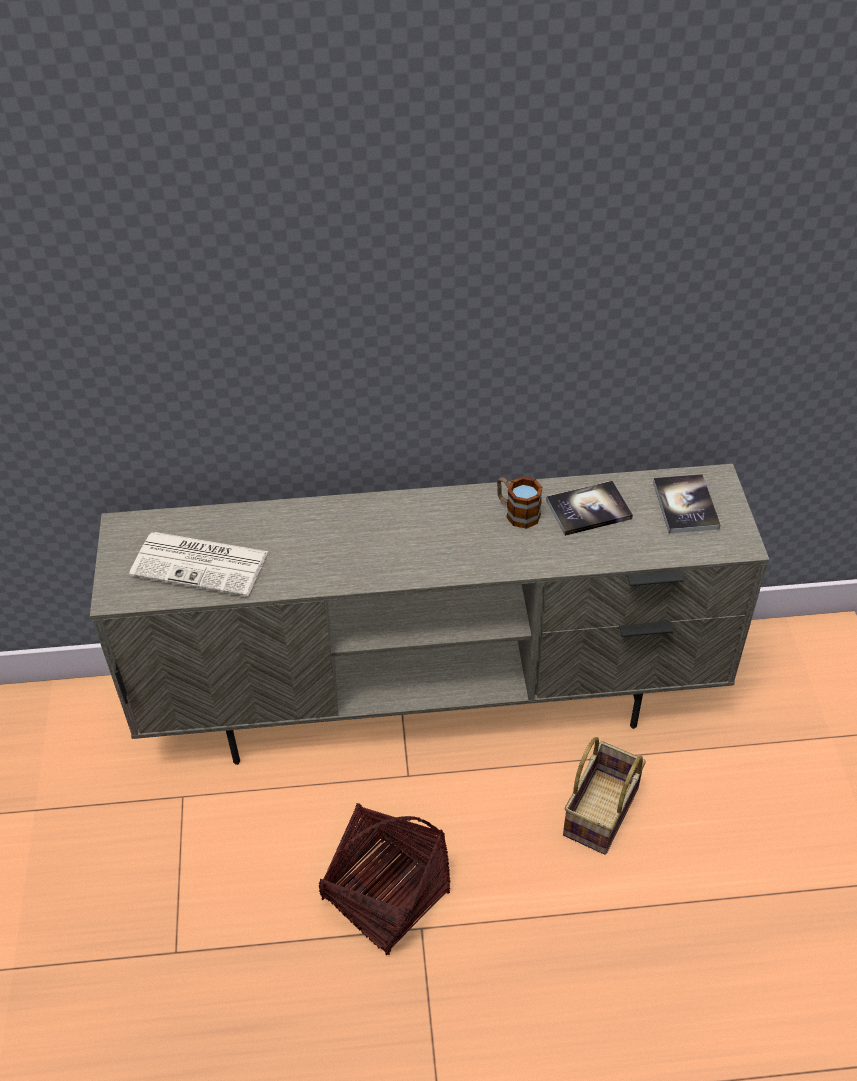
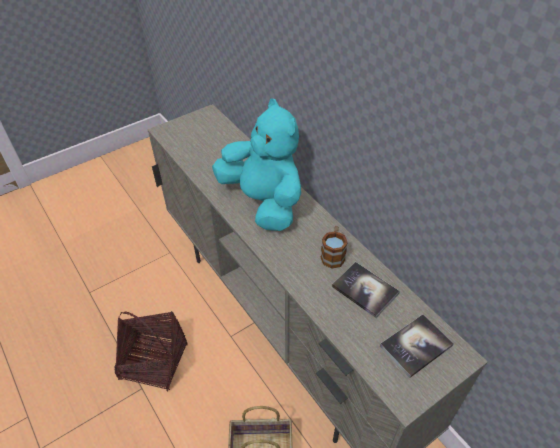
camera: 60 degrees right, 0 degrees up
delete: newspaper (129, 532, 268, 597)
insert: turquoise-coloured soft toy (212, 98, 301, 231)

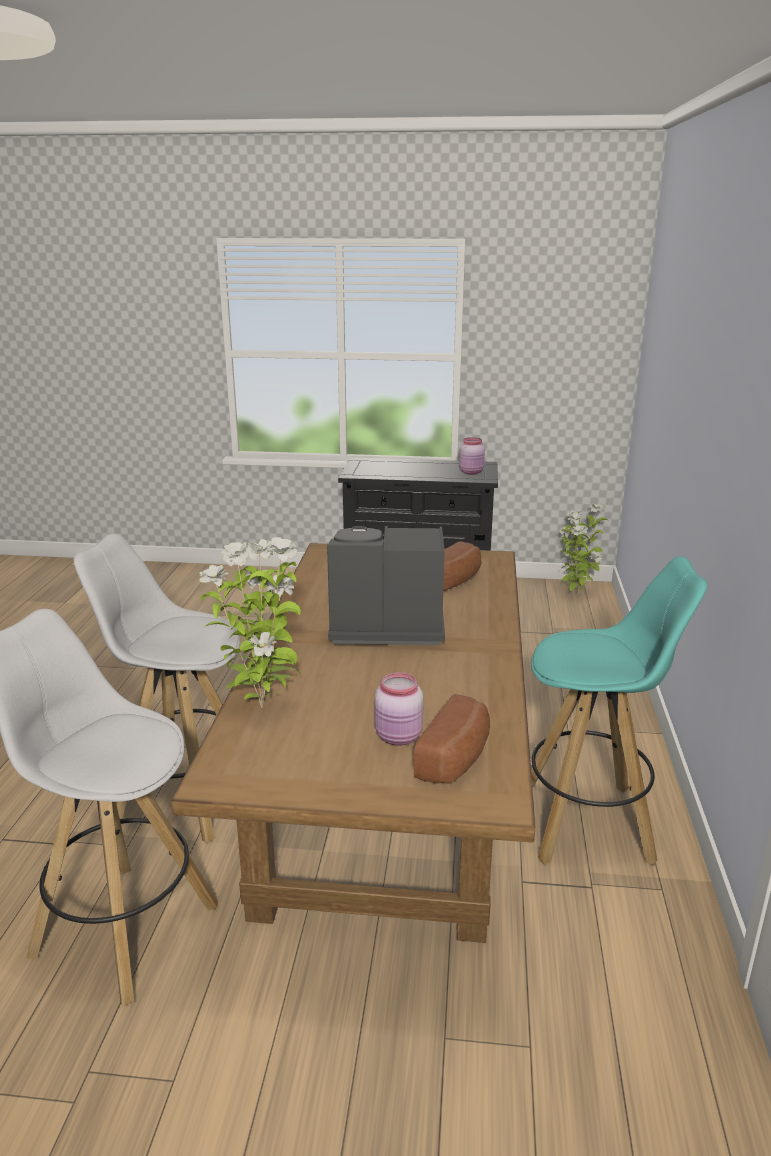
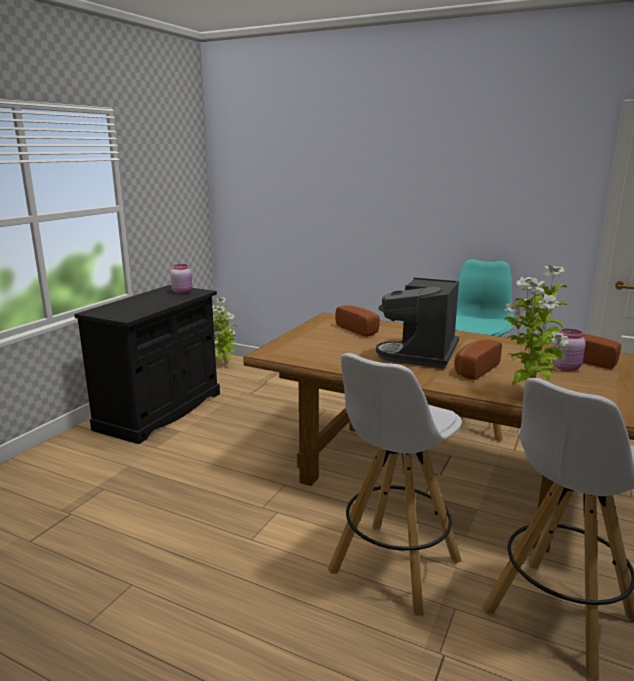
camera: 70 degrees left, 5 degrees down
insert: baked bread (454, 339, 502, 380)

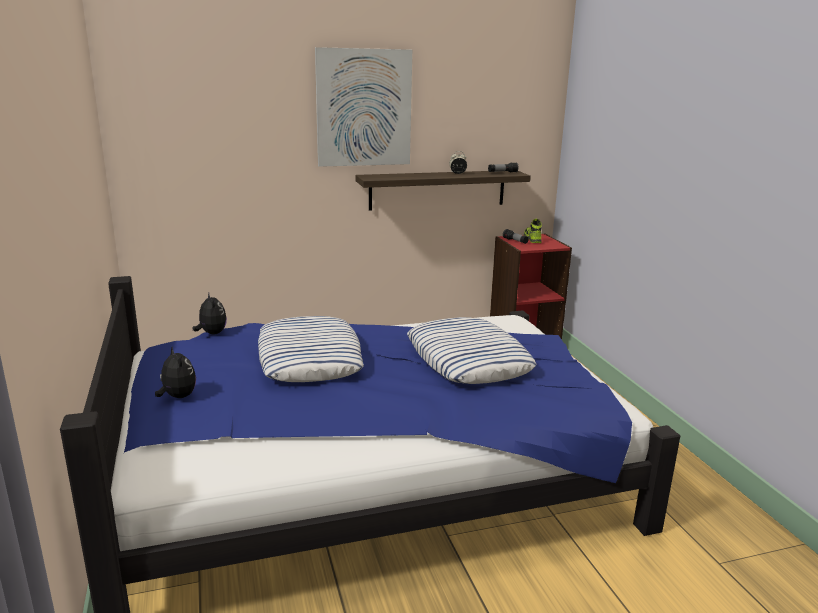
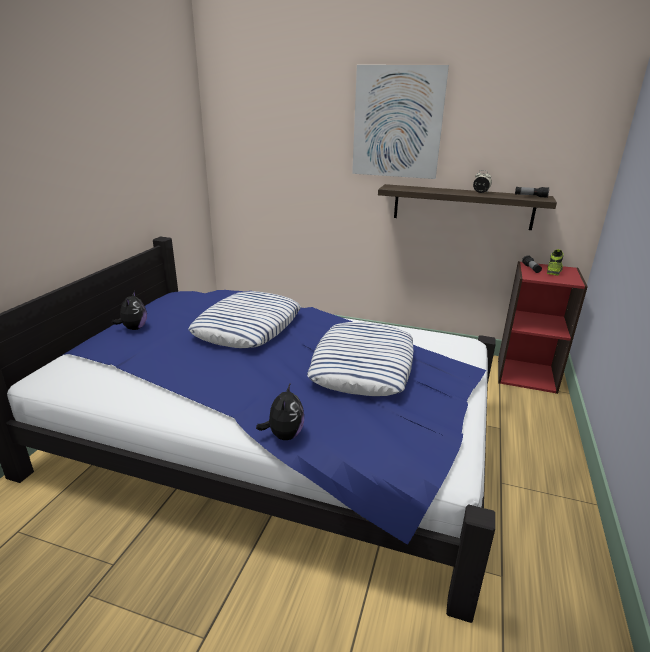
camera: 35 degrees right, 5 degrees up
move: soft toy (193, 293, 227, 335) to (256, 382, 304, 440)

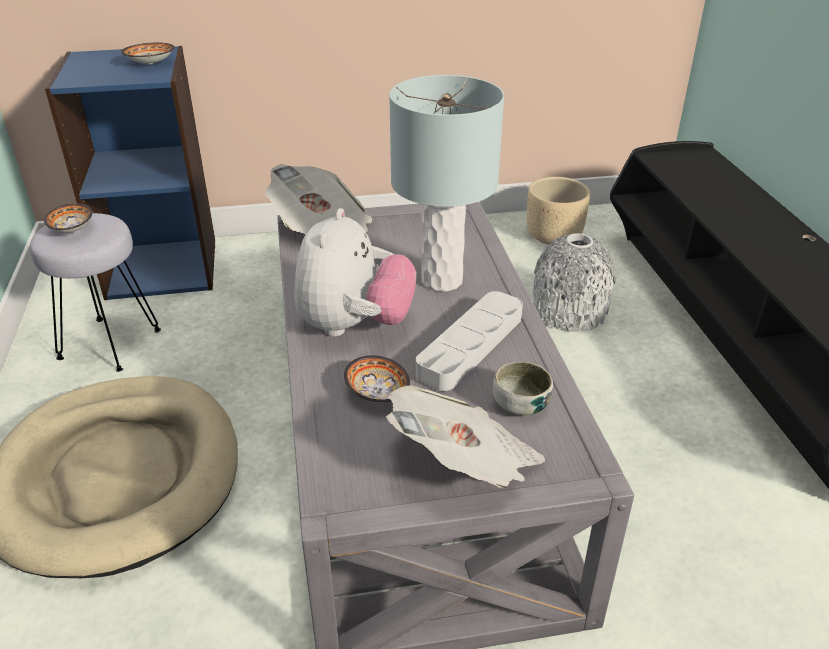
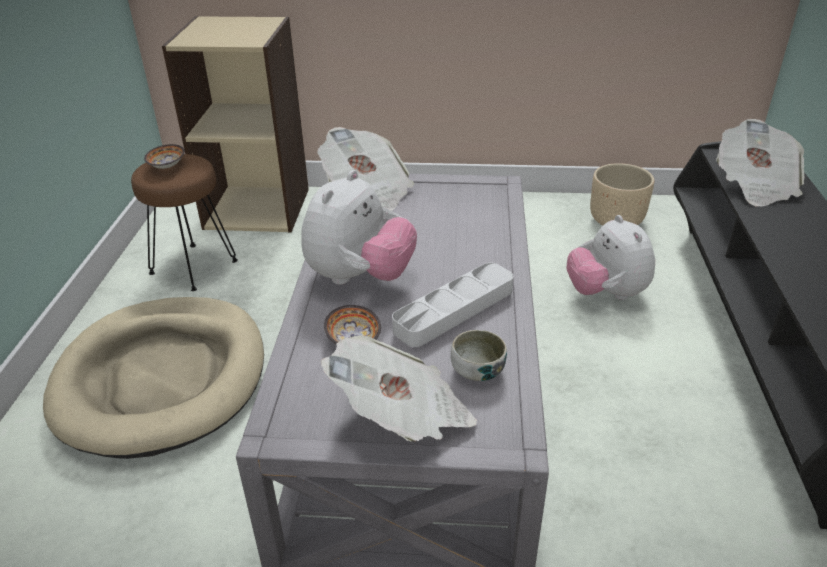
camera: 15 degrees right, 0 degrees up
delete: bowl (121, 43, 175, 65); grey table lamp (389, 75, 504, 292)
insert: newspaper (716, 119, 805, 207)
replace: grey flower vase (533, 233, 616, 332) to soft toy (567, 215, 655, 300)
recolor: grey stool seat (30, 213, 161, 372) to brown stool seat (131, 154, 238, 291); bluish bookcase (45, 46, 215, 300) to beige-coloured bookcase (162, 16, 309, 232)

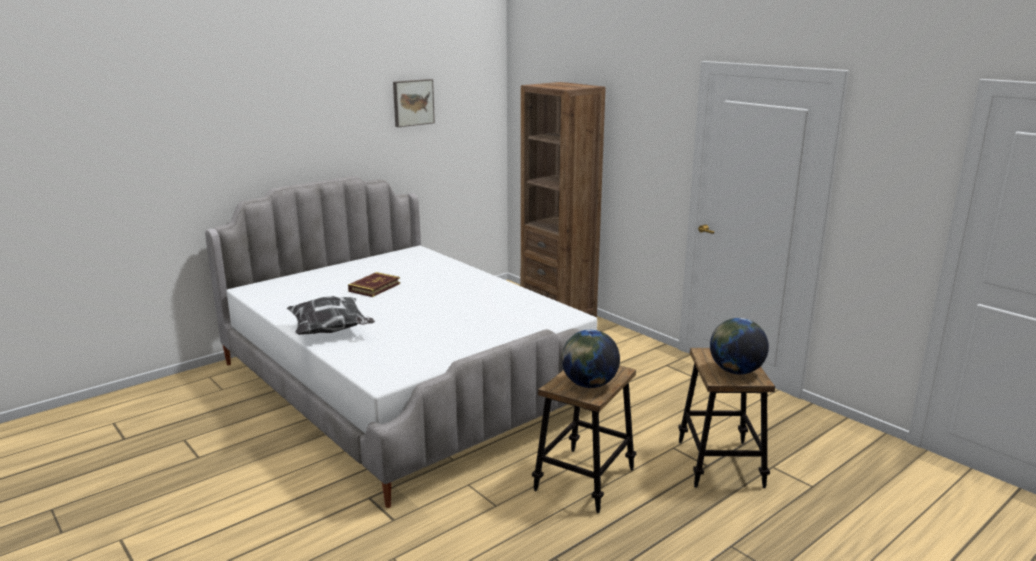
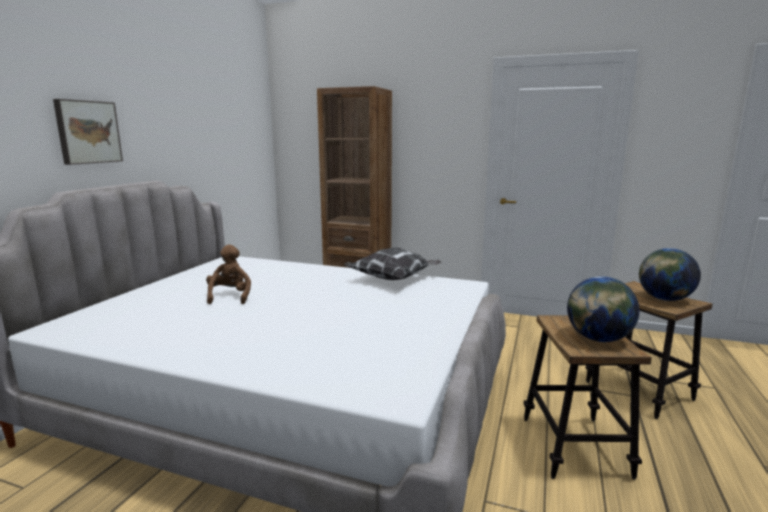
camera: 30 degrees left, 5 degrees down
move: wall art (393, 79, 435, 127) to (53, 99, 123, 165); throw pillow (287, 296, 375, 335) to (347, 248, 441, 280)
replace: bound book (348, 272, 400, 297) to brown soft toy (206, 245, 251, 304)

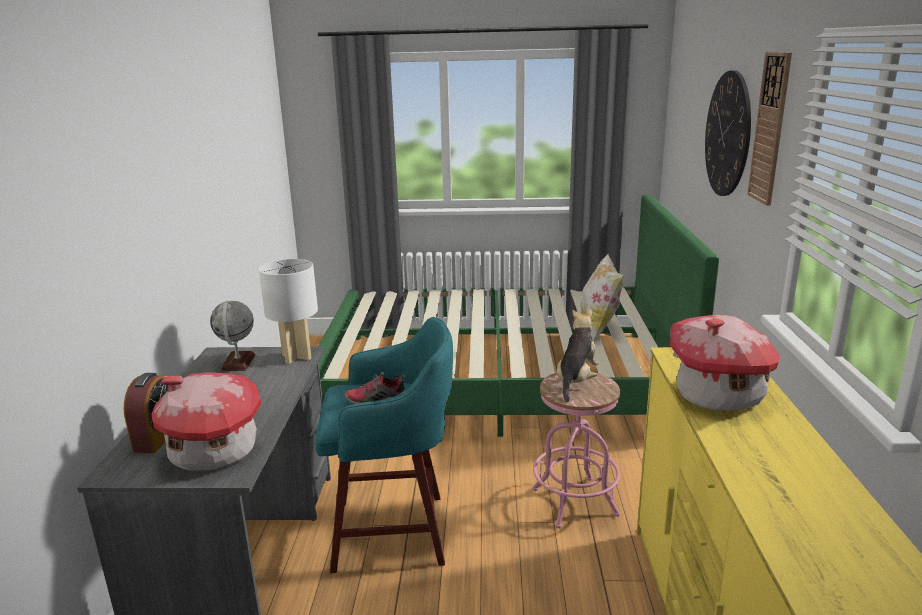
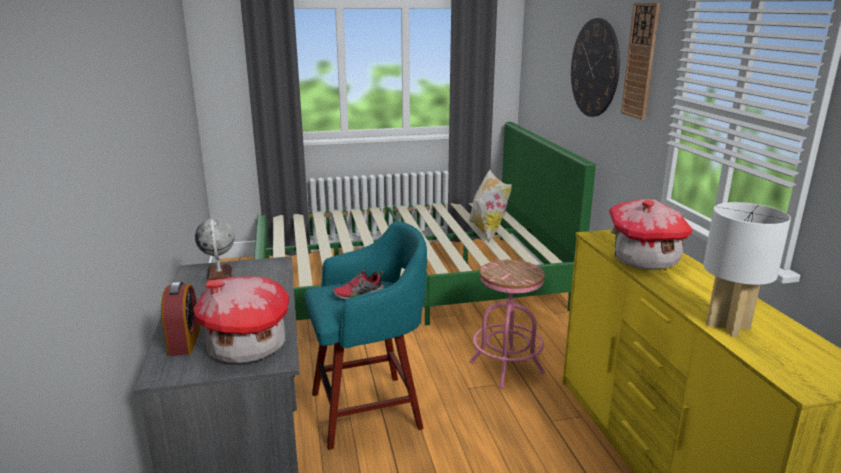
camera: 15 degrees left, 0 degrees up
delete: soft toy (557, 309, 599, 402)
move: white table lamp (259, 259, 318, 364) to (704, 202, 791, 337)

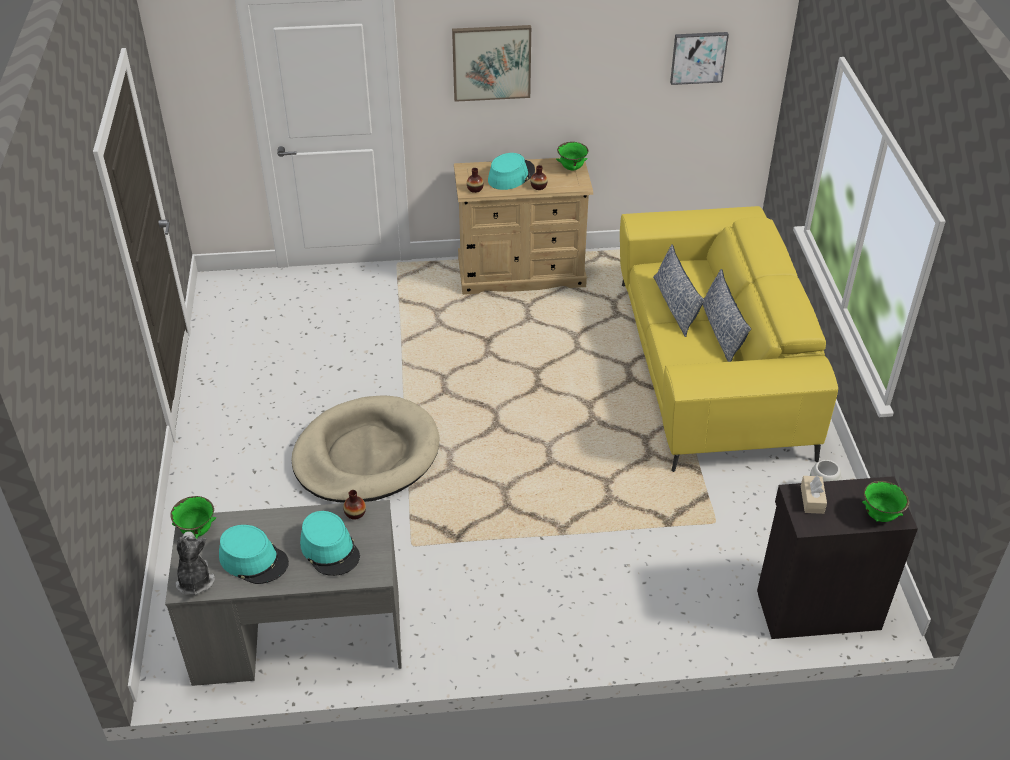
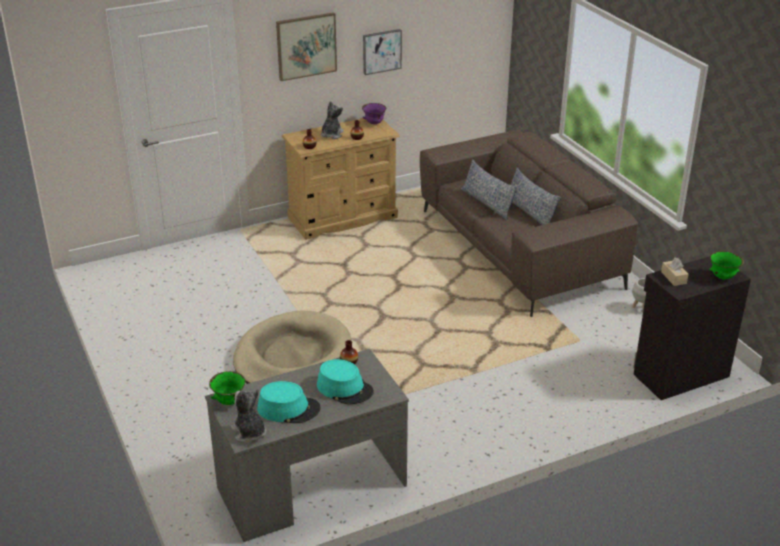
camera: 20 degrees left, 10 degrees down
move: wall art (670, 32, 729, 85) to (363, 29, 402, 75)
replace: turquoise-coloured clothing hat (488, 153, 535, 190) to soft toy (321, 101, 344, 139)
recolor: green-coloured bowl (556, 142, 589, 171) to purple bowl (362, 103, 387, 124); yellowish sofa (620, 206, 838, 472) to brown sofa (420, 130, 638, 317)

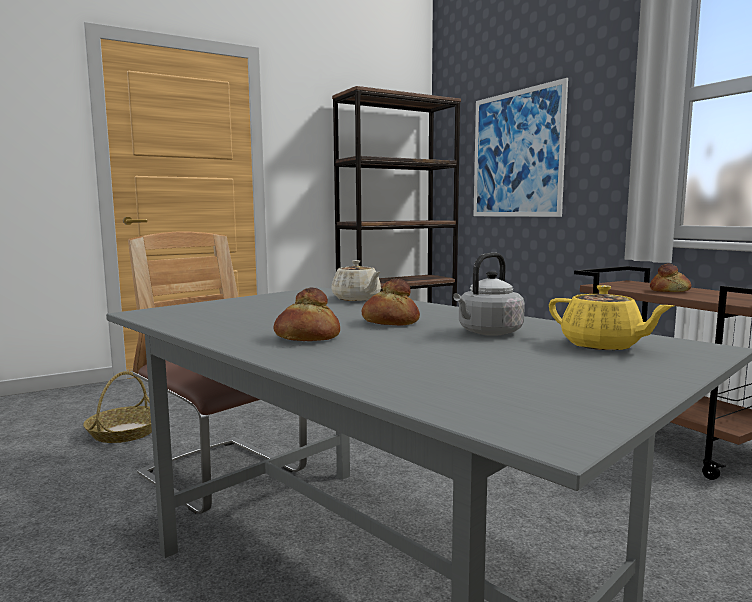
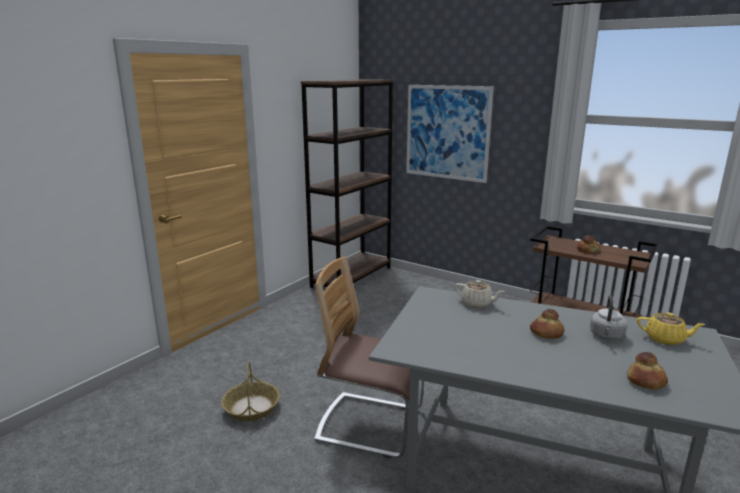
camera: 25 degrees left, 10 degrees up
move: baked bread (274, 288, 340, 341) to (627, 352, 668, 390)

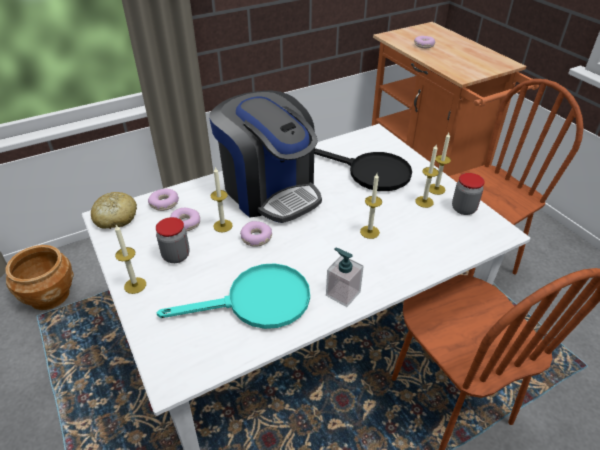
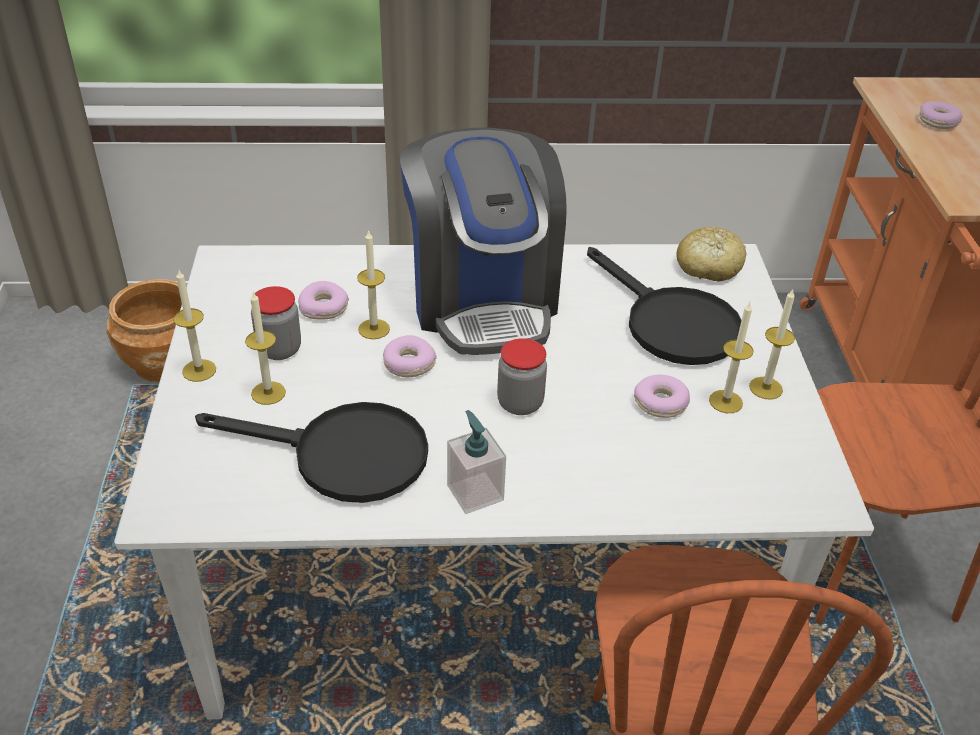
camera: 25 degrees right, 0 degrees up
move: wax light (360, 173, 382, 239) to (245, 291, 286, 405); preserve jar (452, 173, 485, 215) to (497, 338, 547, 415); ring doughnut (148, 189, 179, 211) to (634, 375, 690, 418); baked bread (91, 192, 137, 229) to (676, 227, 746, 282)
recolor: turquoise-coloured pan (157, 263, 310, 329) to black pan (195, 402, 428, 503)

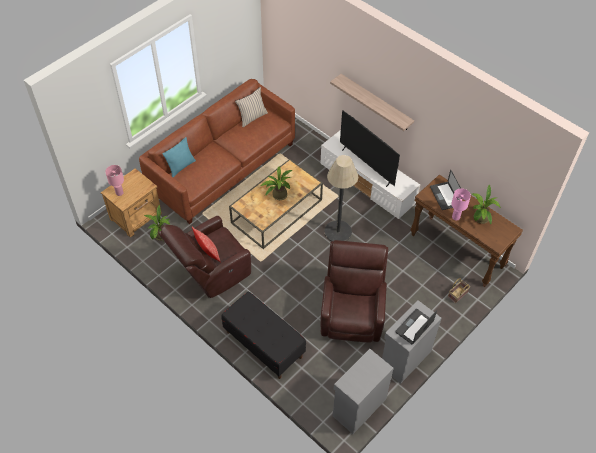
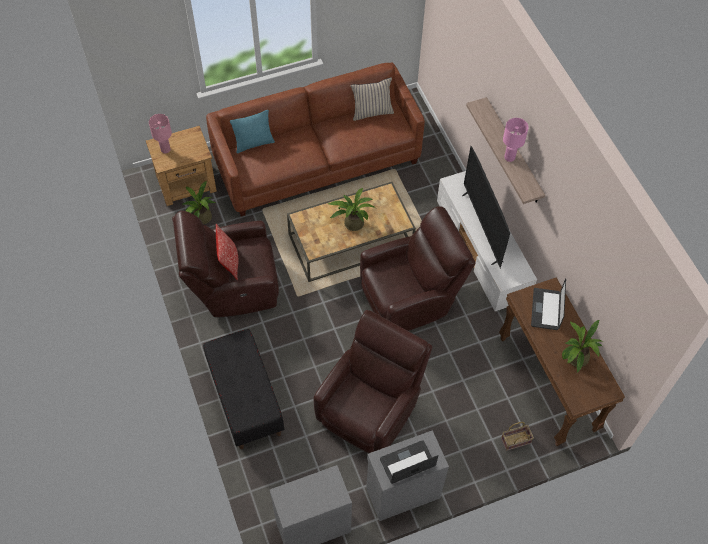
camera: 25 degrees right, 5 degrees up
move: pink table lamp (451, 188, 471, 221) to (503, 118, 529, 162)
replace: standard lamp (324, 155, 358, 241) to brown easy chair (360, 206, 476, 331)

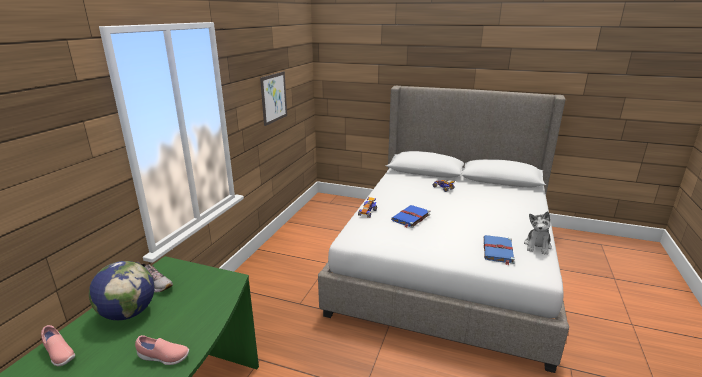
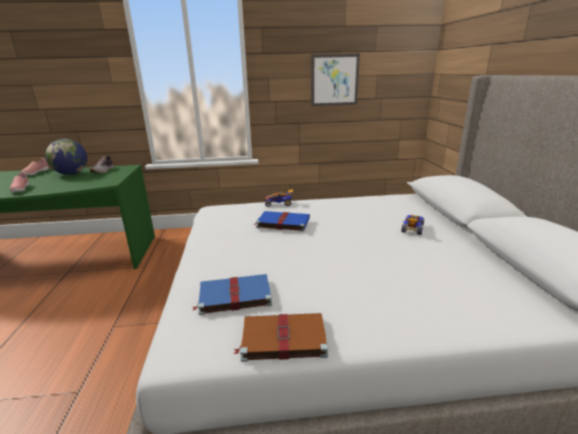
camera: 65 degrees right, 0 degrees up
replace: soft toy (524, 211, 552, 255) to brown bound book (233, 313, 328, 362)

